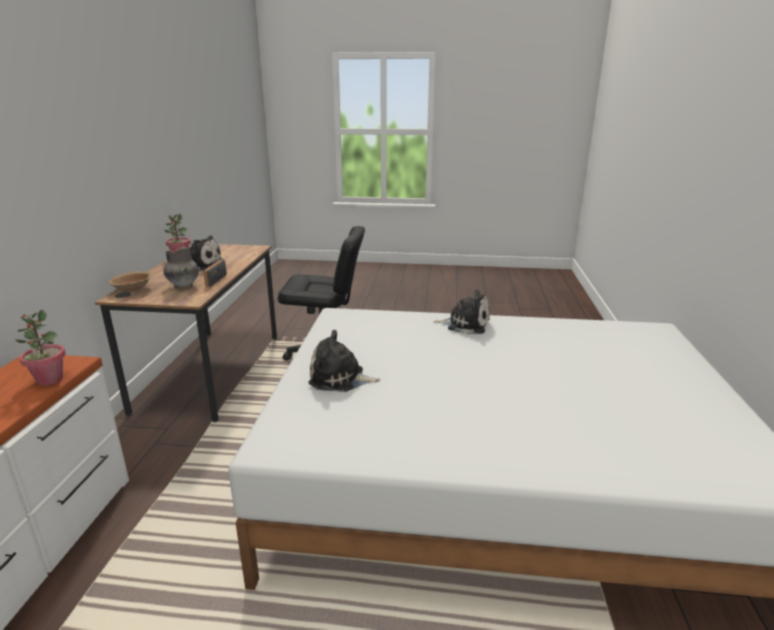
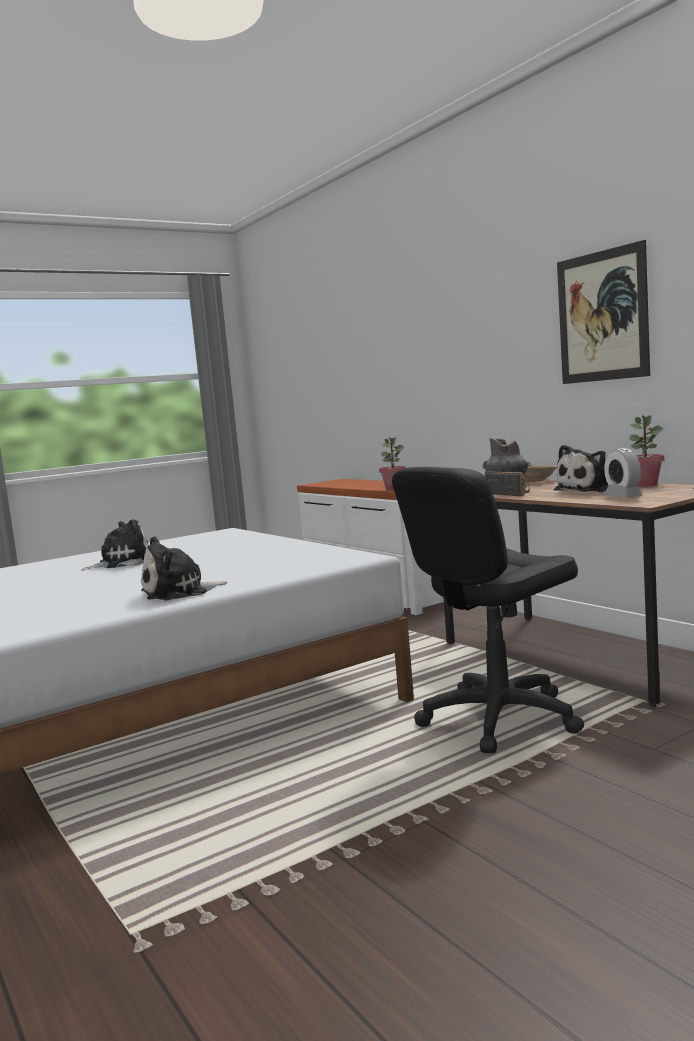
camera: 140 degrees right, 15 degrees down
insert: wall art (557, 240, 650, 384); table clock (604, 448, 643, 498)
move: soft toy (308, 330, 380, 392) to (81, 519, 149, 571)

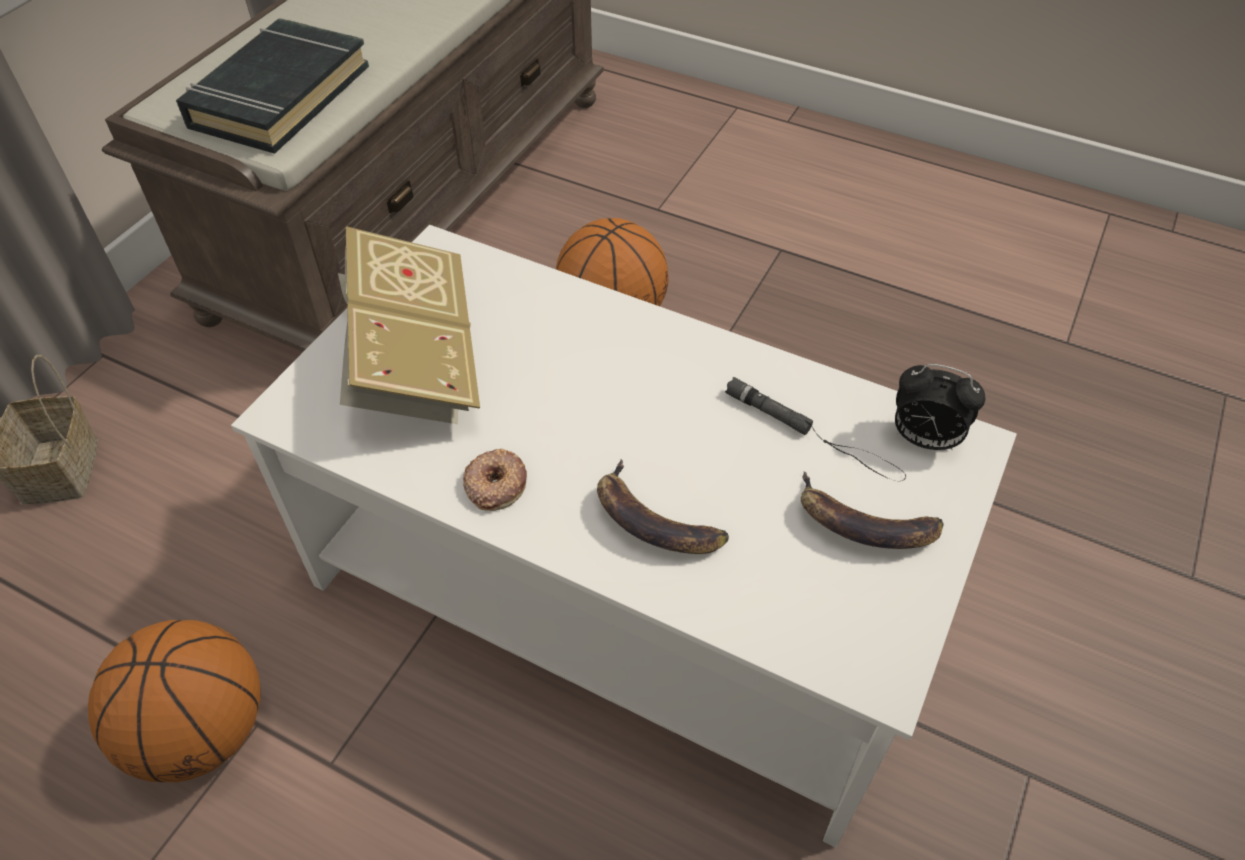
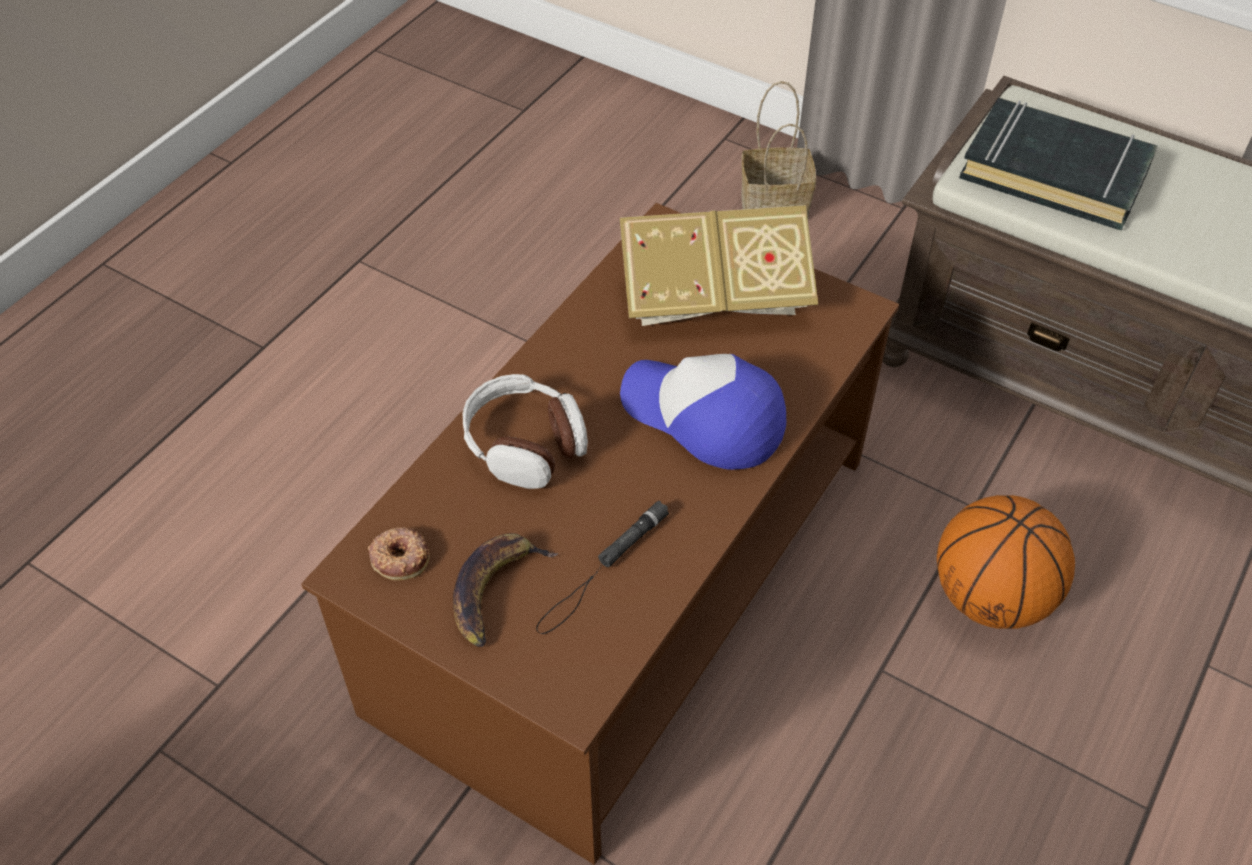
camera: 95 degrees right, 0 degrees up
delete: basketball ball (88, 620, 261, 782); table clock (895, 364, 985, 450)
insert: cap (620, 354, 786, 470)
move: ring doughnut (463, 449, 527, 511) to (368, 527, 429, 580)
replace: banana (597, 459, 729, 554) to pair of headphones (463, 374, 588, 489)
recolor: white coffee table (231, 225, 1017, 848) to brown coffee table (301, 203, 899, 865)

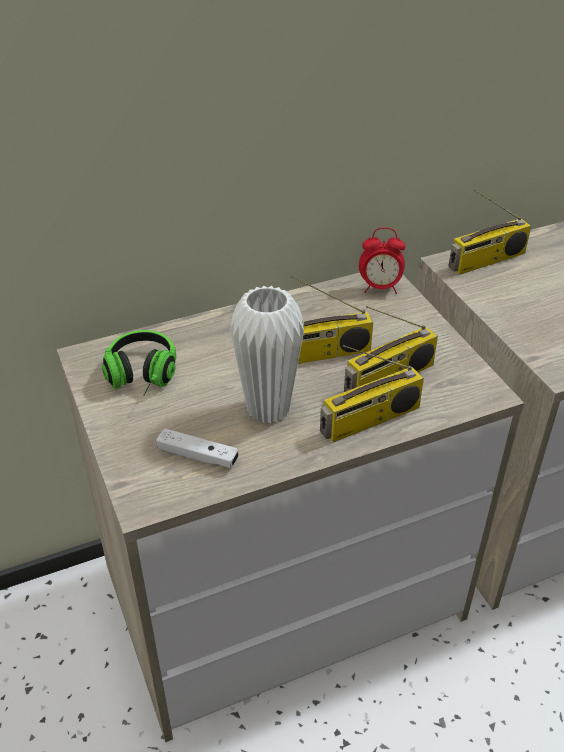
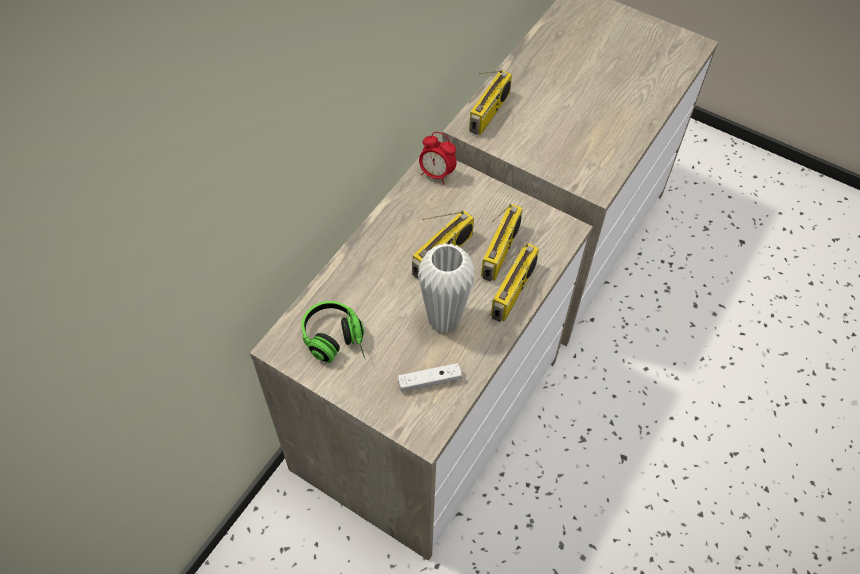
camera: 35 degrees left, 15 degrees up
rotate: table clock (359, 227, 406, 294) = (419, 132, 457, 184) 60 degrees clockwise

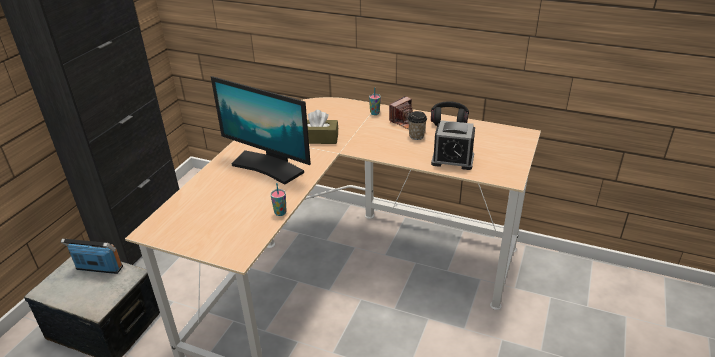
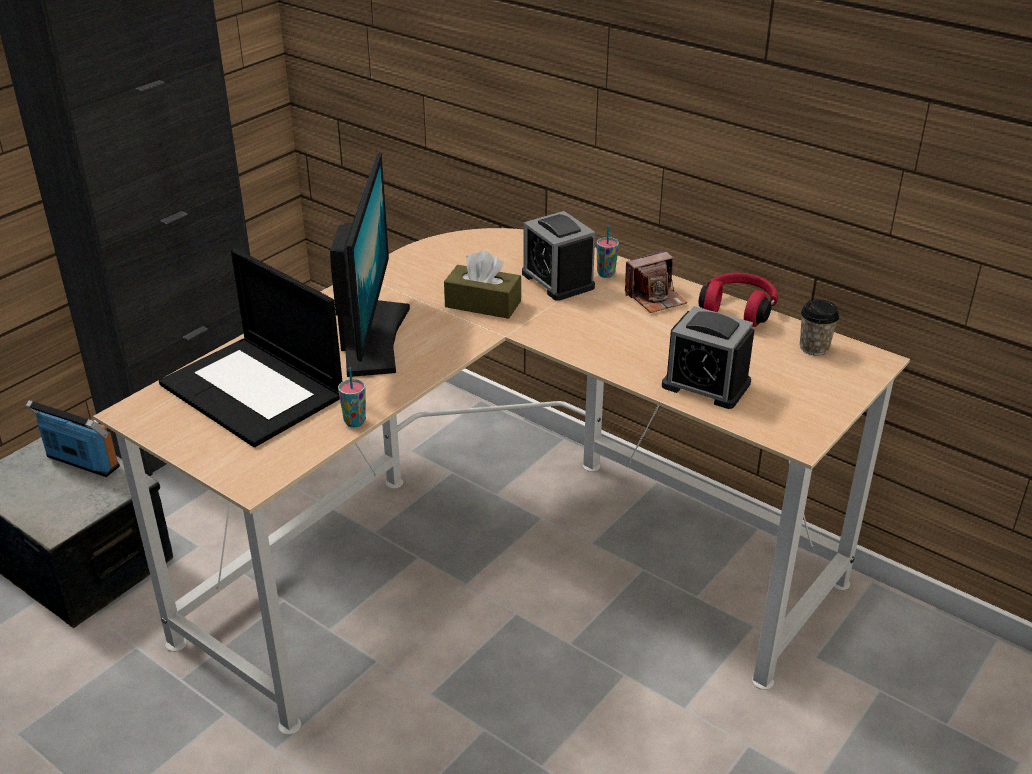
camera: 15 degrees right, 0 degrees up
insert: notebook computer (159, 249, 342, 447); table clock (522, 211, 595, 301)
move: small cup (408, 111, 427, 140) to (800, 299, 839, 355)
recolor: black pair of headphones (431, 101, 469, 126) to reddish pair of headphones (698, 273, 778, 327)
rotate: computer display (211, 76, 311, 185) = (330, 153, 410, 377) 135 degrees counterclockwise

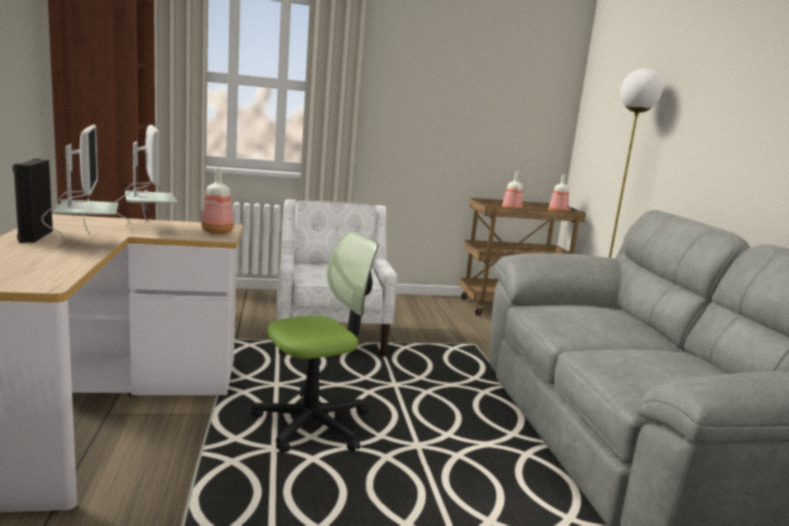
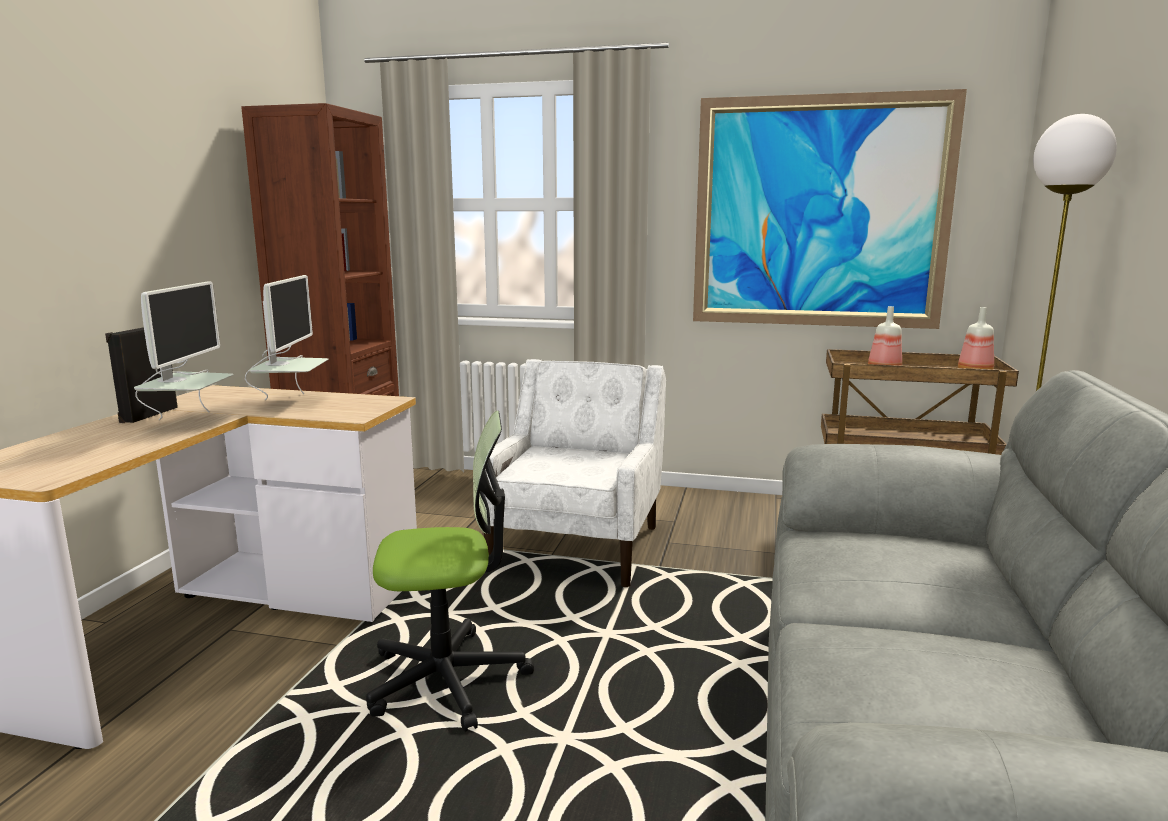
camera: 25 degrees right, 0 degrees up
delete: bottle (201, 168, 234, 234)
insert: wall art (693, 89, 967, 329)

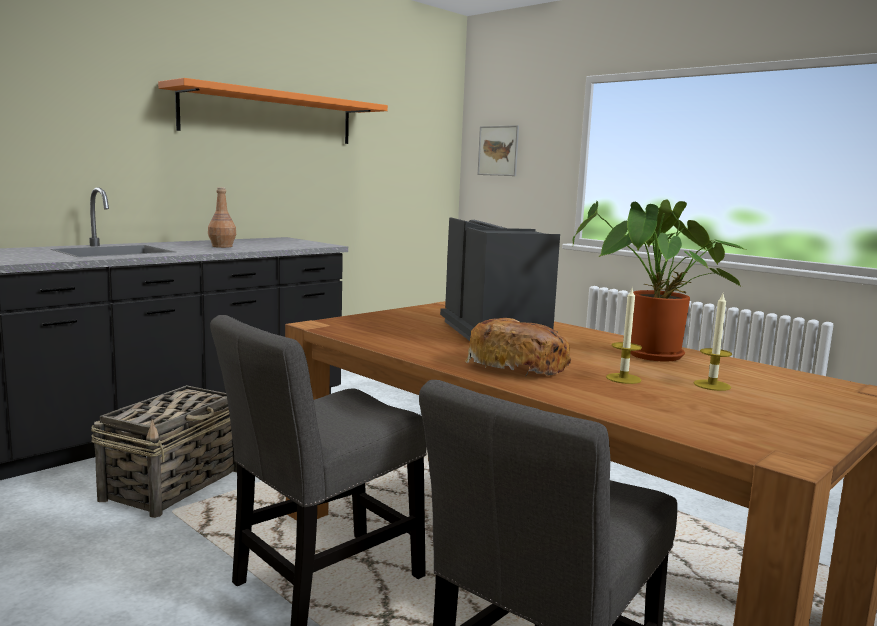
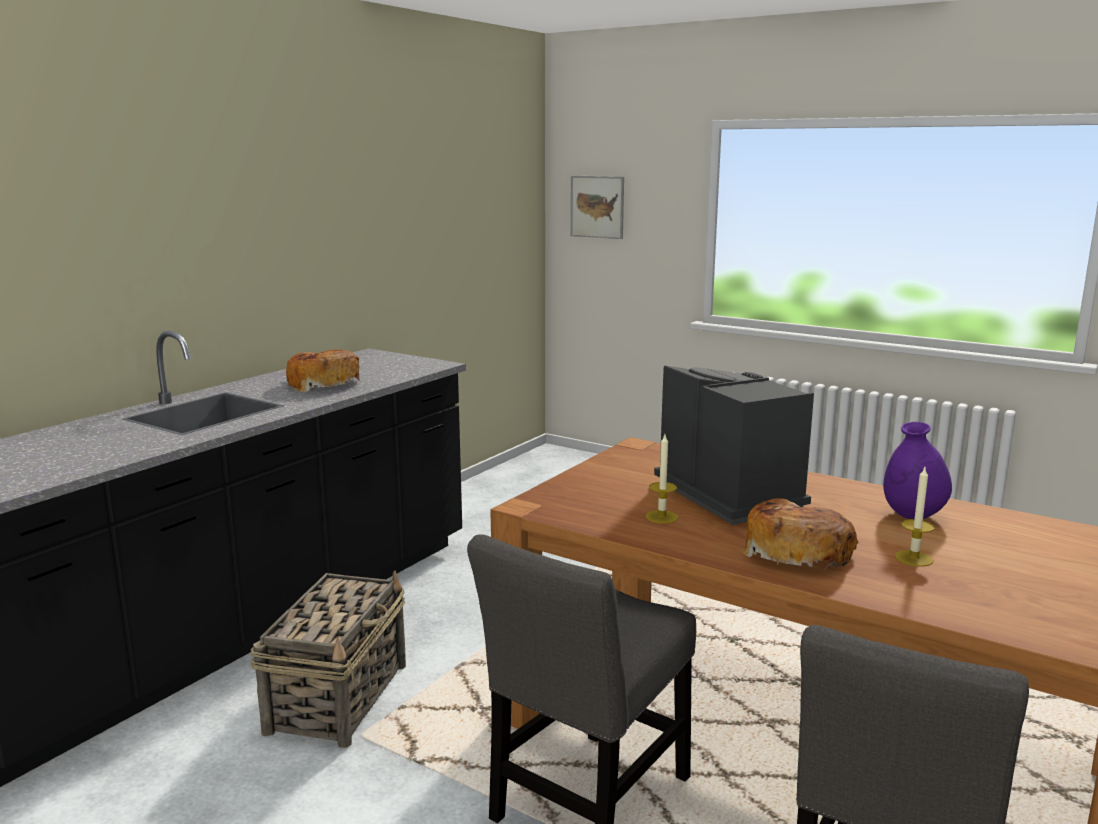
camera: 10 degrees left, 5 degrees up
delete: orangey wall shelf (158, 78, 388, 144)
move: wax light (694, 294, 732, 391) to (646, 434, 678, 523)
replace: brown bottle (208, 187, 236, 248) to baked bread (286, 349, 360, 392); houseplant (573, 199, 746, 362) to purple flower vase (883, 422, 952, 519)

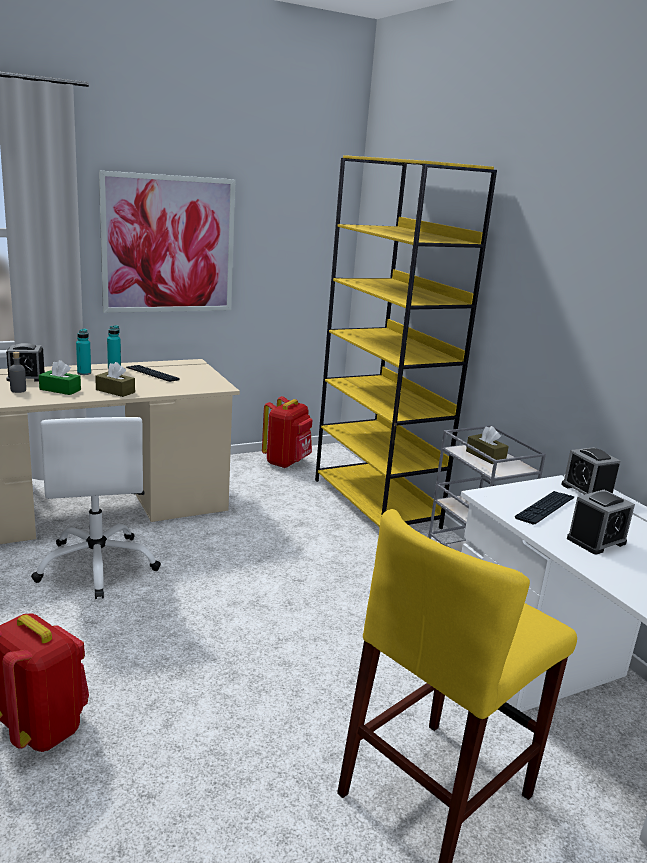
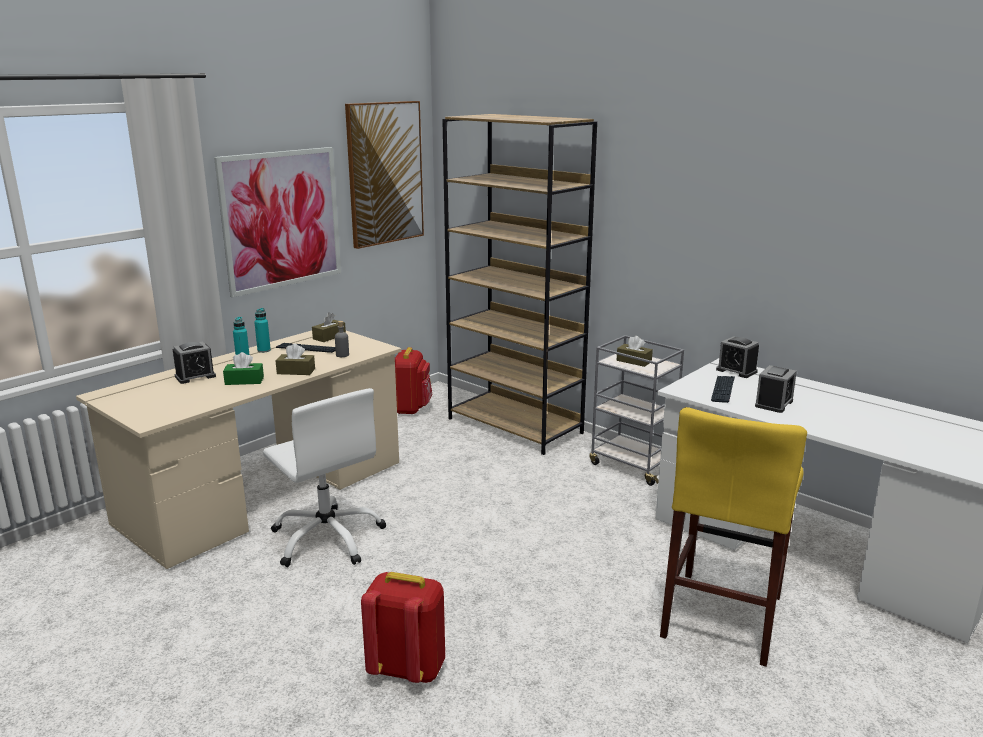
camera: 20 degrees left, 0 degrees up
insert: brown tissue holder (312, 312, 346, 342); wall art (345, 101, 424, 249)
move: grey bottle (9, 352, 26, 393) to (335, 321, 349, 357)
recolor: yellowish bookcase (315, 155, 497, 529) to brown bookcase (442, 114, 597, 455)

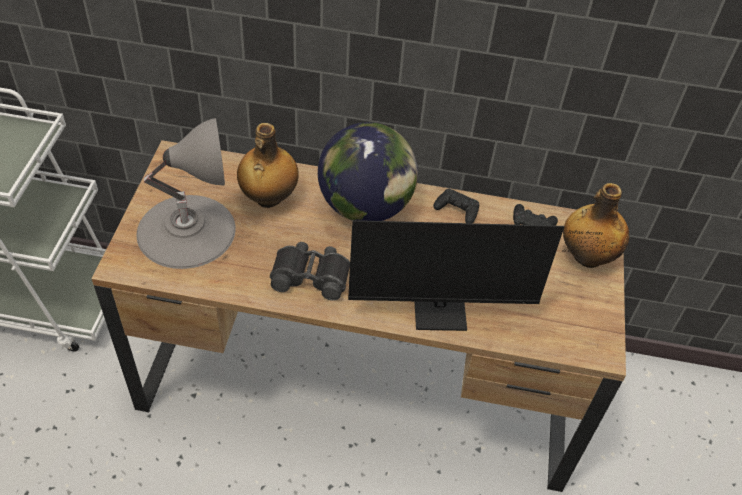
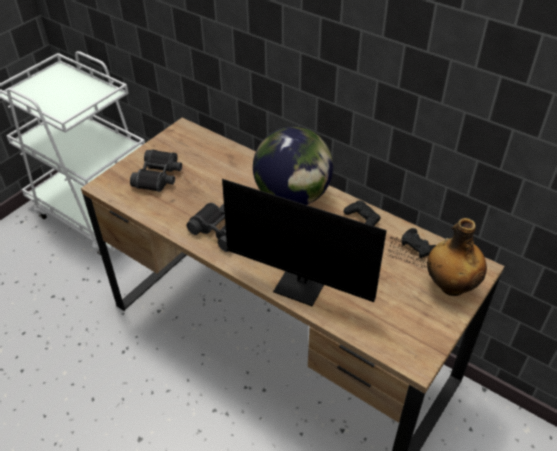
camera: 30 degrees right, 5 degrees down
delete: bottle (237, 123, 299, 208)
replace: grey table lamp (136, 118, 236, 269) to black pair of binoculars (130, 149, 182, 192)

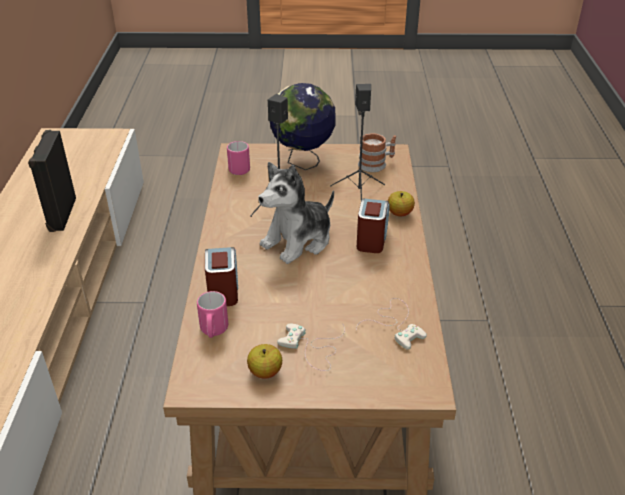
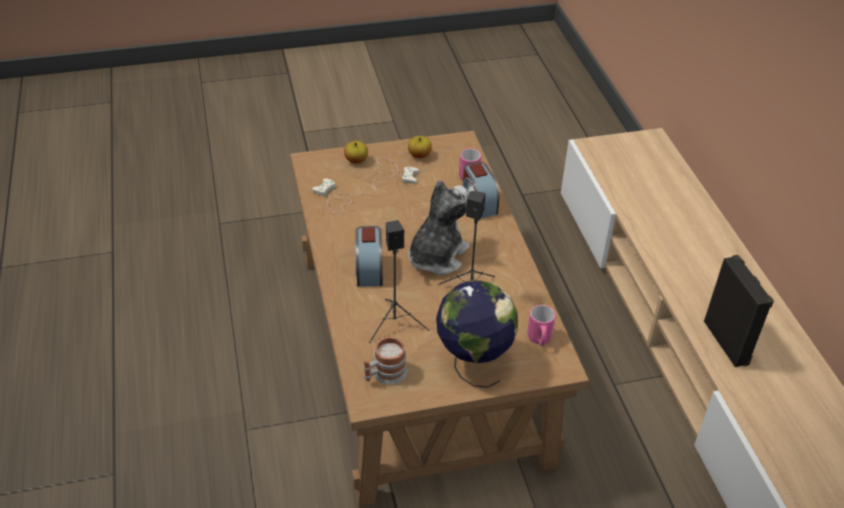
camera: 165 degrees right, 5 degrees up
move: whole apple (388, 191, 415, 217) to (344, 141, 368, 164)

